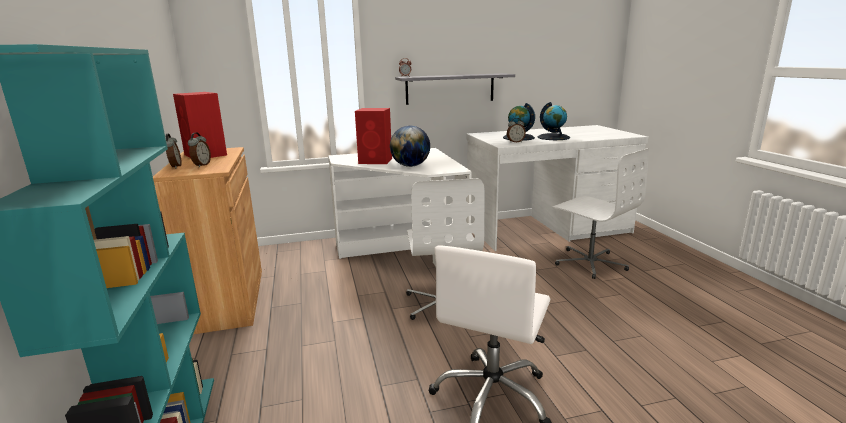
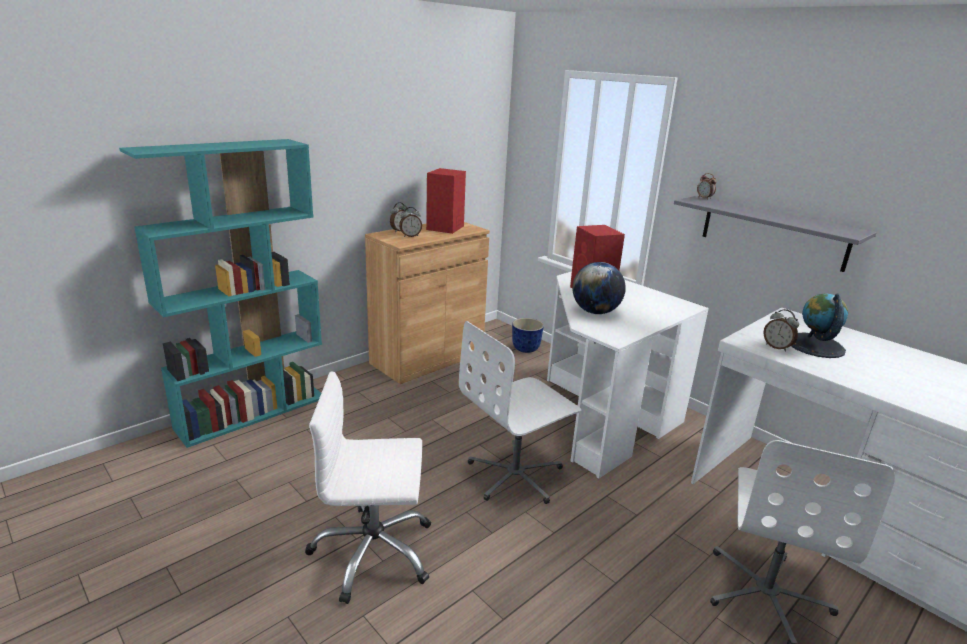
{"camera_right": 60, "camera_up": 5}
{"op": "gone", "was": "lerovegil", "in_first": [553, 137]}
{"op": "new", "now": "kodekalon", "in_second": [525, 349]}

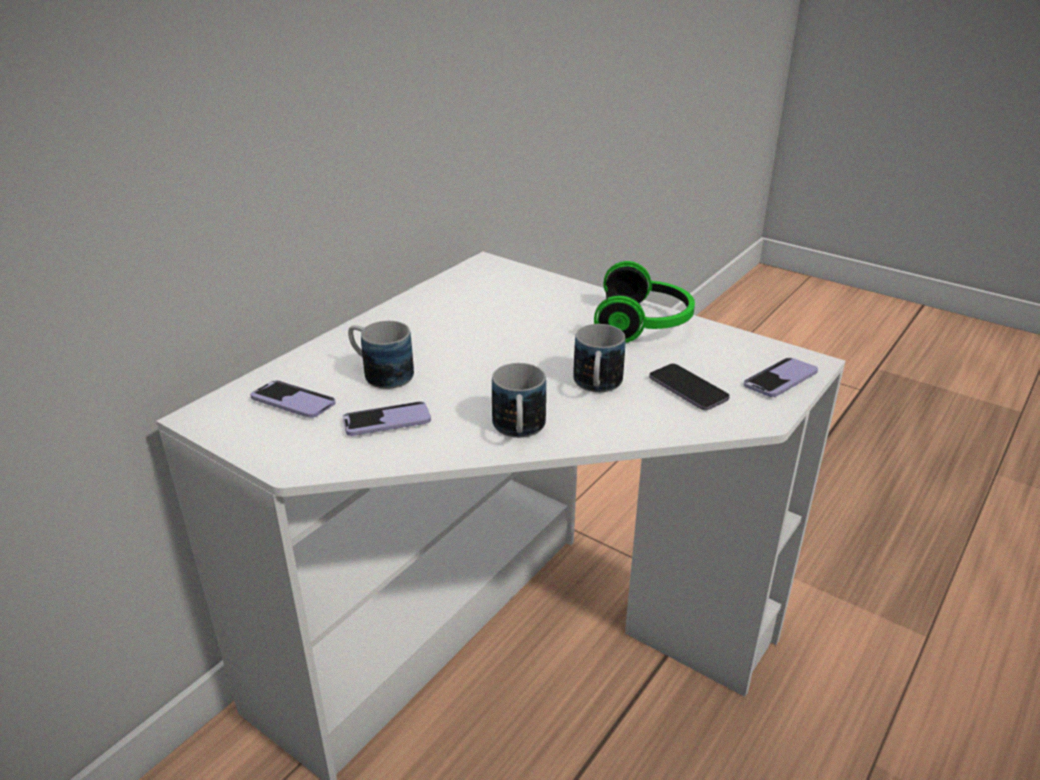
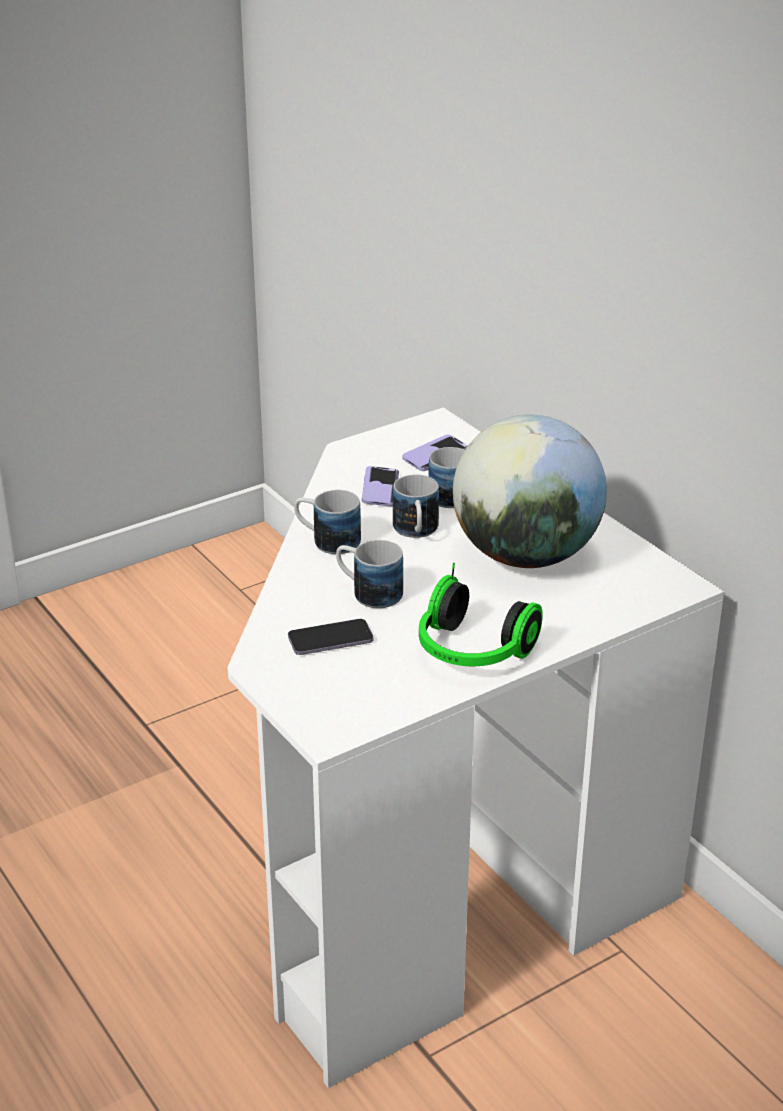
{"camera_right": 110, "camera_up": 0}
{"op": "gone", "was": "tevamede", "in_first": [780, 379]}
{"op": "new", "now": "lerovegil", "in_second": [526, 556]}
{"op": "new", "now": "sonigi", "in_second": [416, 532]}

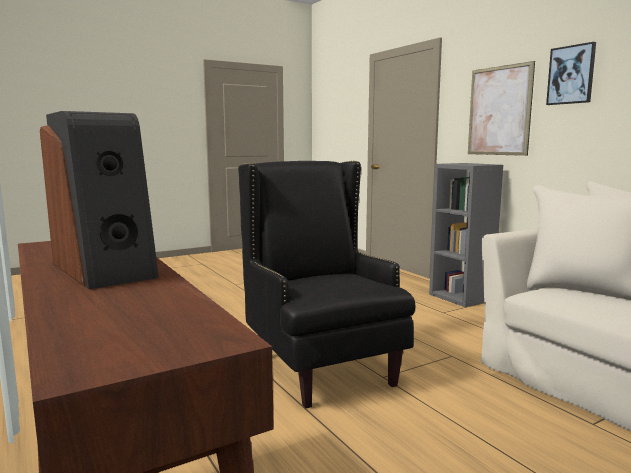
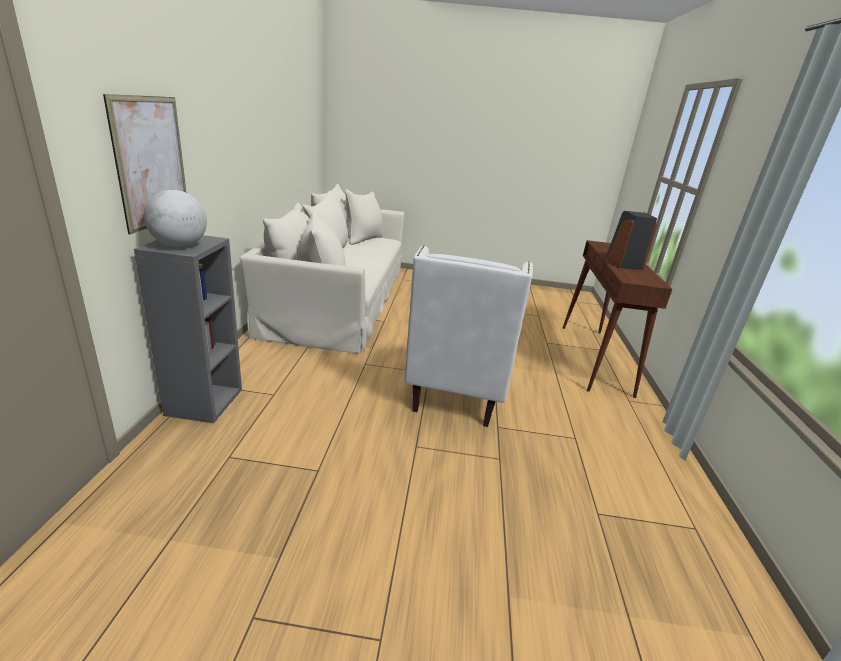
{"camera_right": -145, "camera_up": 15}
{"op": "gone", "was": "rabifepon", "in_first": [571, 75]}
{"op": "repainted", "was": "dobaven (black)", "now": "dobaven (white)", "in_first": [322, 368], "in_second": [456, 394]}
{"op": "new", "now": "lerovegil", "in_second": [180, 246]}

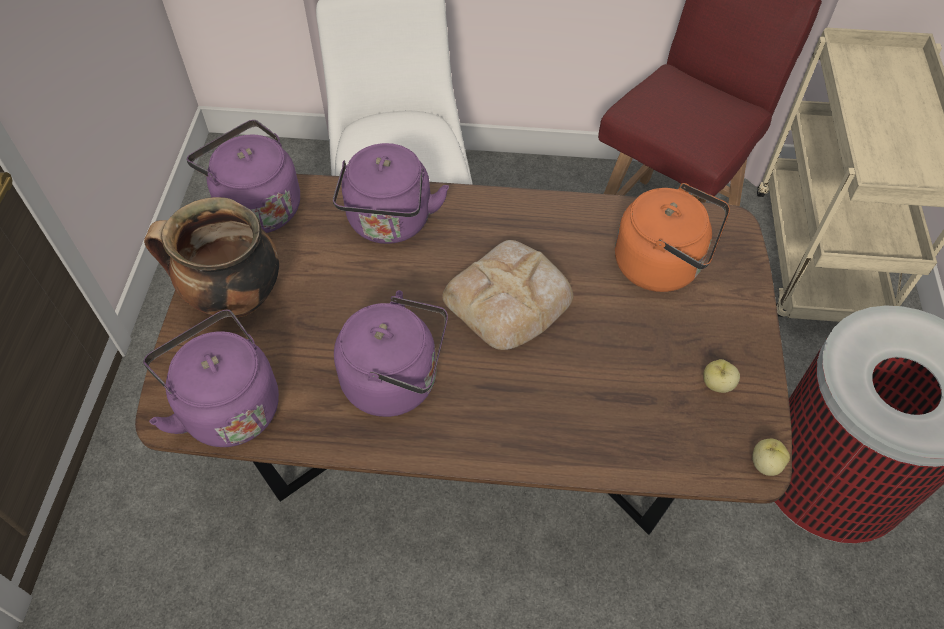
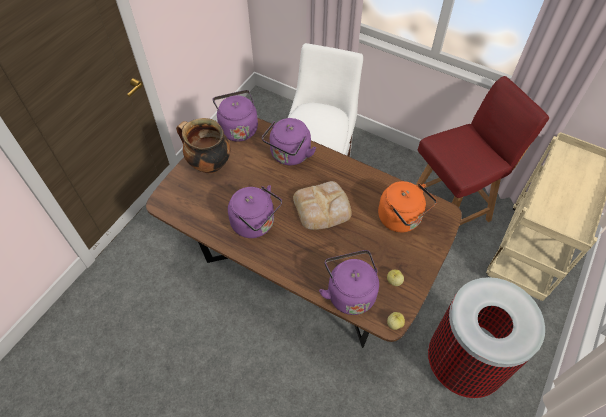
{"camera_right": 25, "camera_up": 0}
{"op": "shifted", "was": "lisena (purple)", "in_first": [227, 405], "in_second": [349, 292]}

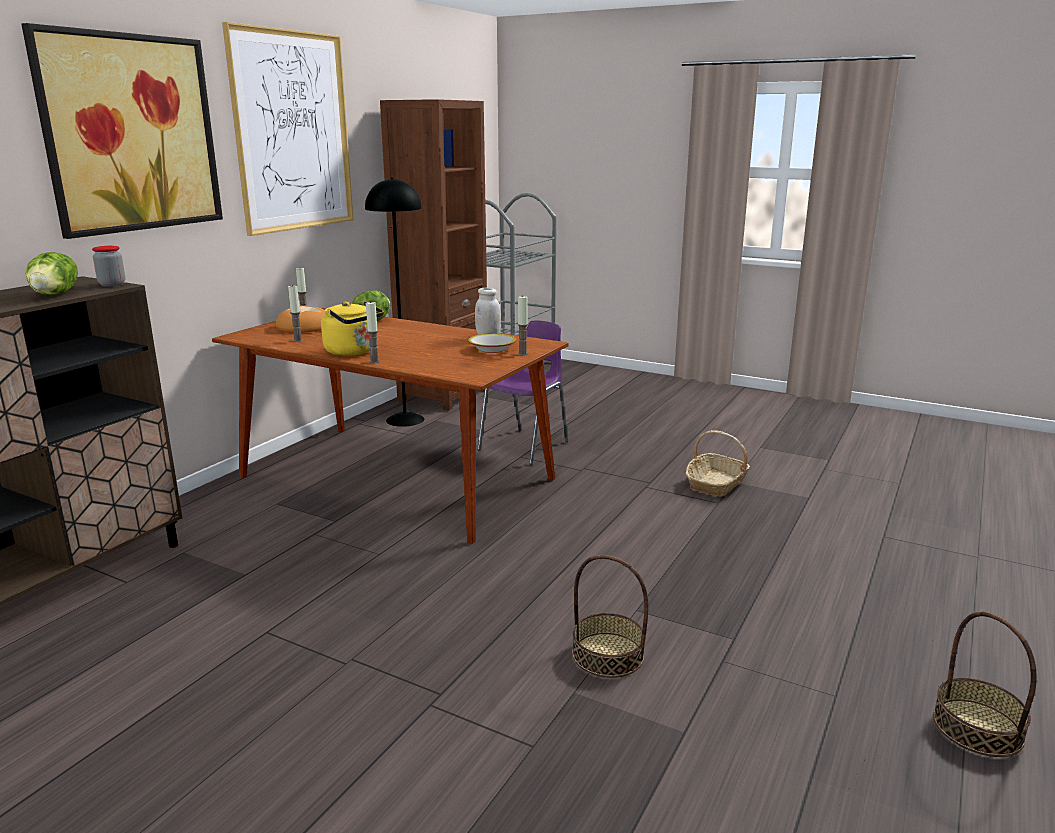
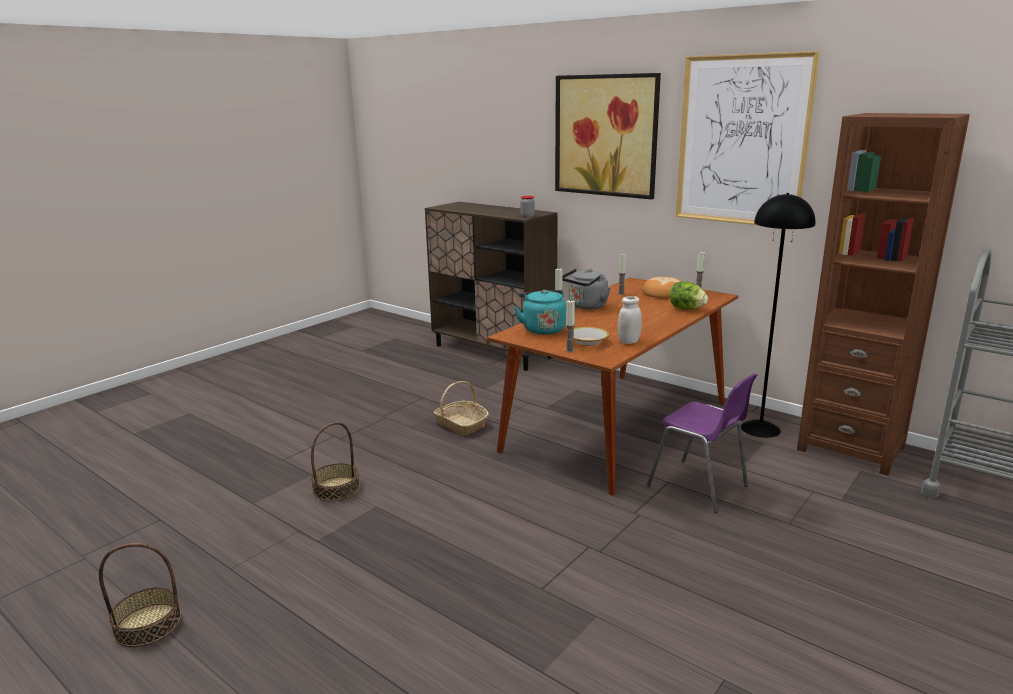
{"camera_right": 100, "camera_up": 0}
{"op": "gone", "was": "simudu", "in_first": [56, 294]}
{"op": "repainted", "was": "lisena (yellow)", "now": "lisena (grey)", "in_first": [353, 352], "in_second": [586, 306]}
{"op": "shifted", "was": "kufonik", "in_first": [716, 484], "in_second": [461, 424]}
{"op": "new", "now": "lisena (turquoise)", "in_second": [542, 329]}

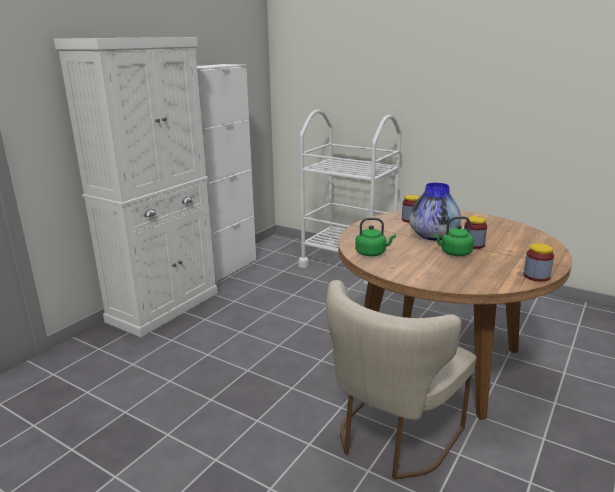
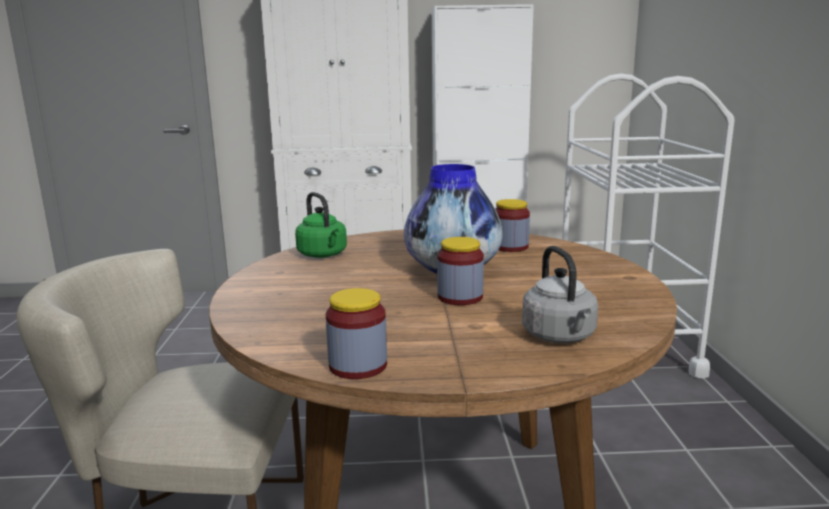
{"camera_right": 55, "camera_up": -5}
{"op": "gone", "was": "lisena (green)", "in_first": [454, 253]}
{"op": "new", "now": "lisena (grey)", "in_second": [560, 337]}

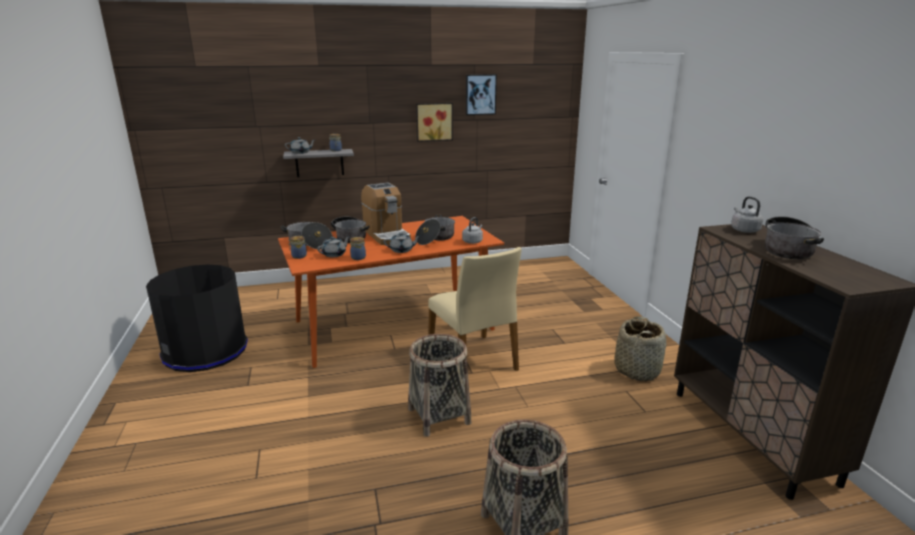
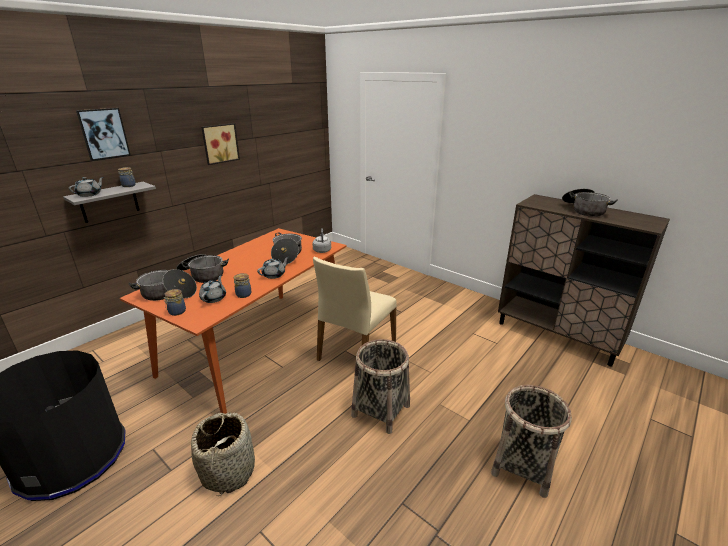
{"camera_right": -35, "camera_up": 5}
{"op": "shifted", "was": "rabifepon", "in_first": [480, 94], "in_second": [104, 133]}
{"op": "gone", "was": "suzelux", "in_first": [387, 235]}
{"op": "gone", "was": "lisena (grey)", "in_first": [743, 230]}
{"op": "rotated", "was": "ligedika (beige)", "in_first": [474, 360], "in_second": [355, 350], "clockwise": 90}
{"op": "shifted", "was": "kufonik", "in_first": [637, 370], "in_second": [228, 470]}

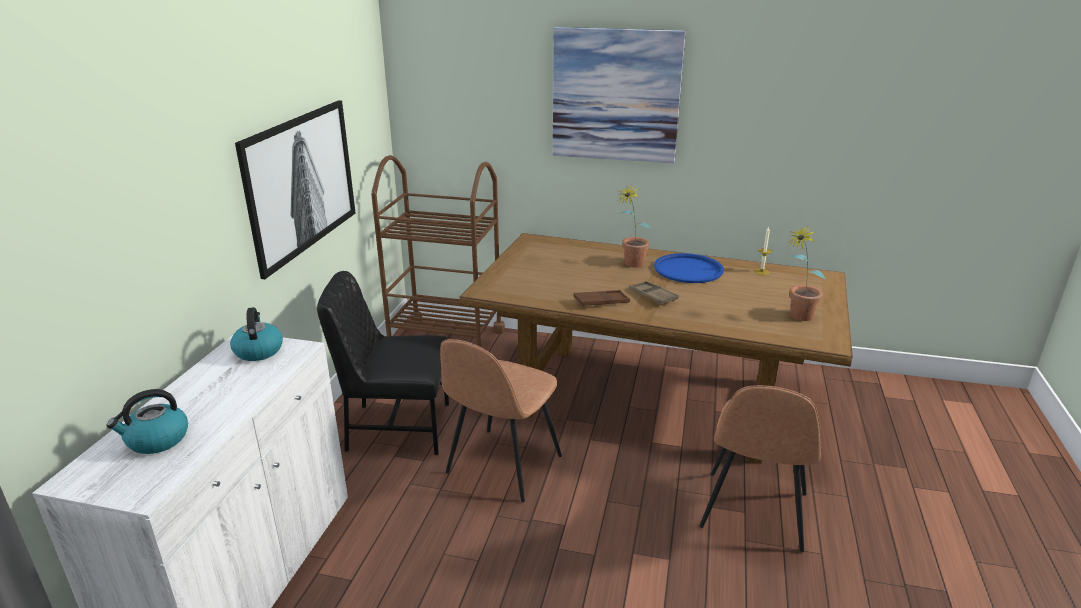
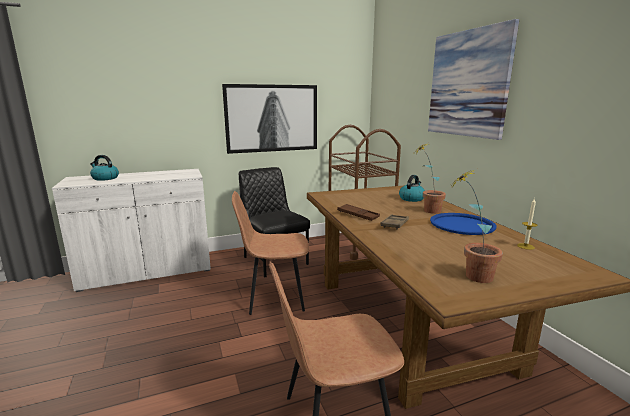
{"camera_right": 55, "camera_up": -10}
{"op": "shifted", "was": "lisena", "in_first": [258, 350], "in_second": [411, 198]}

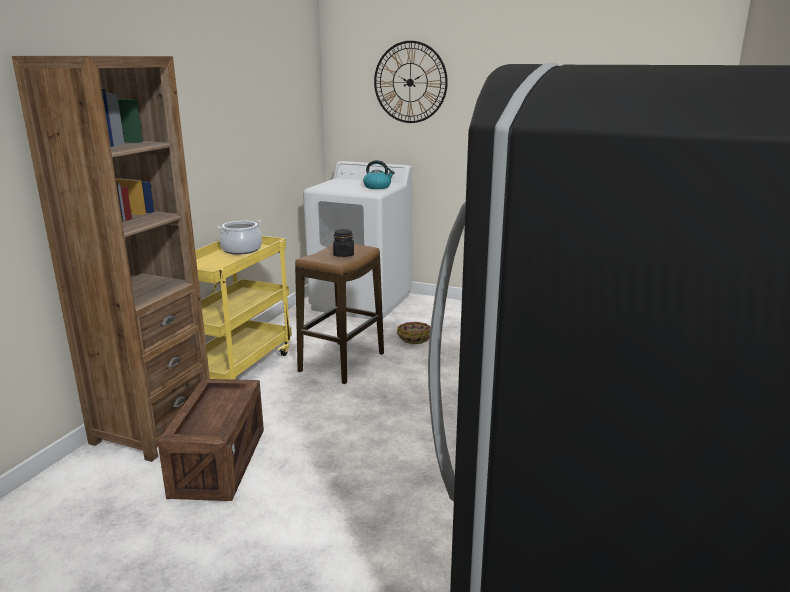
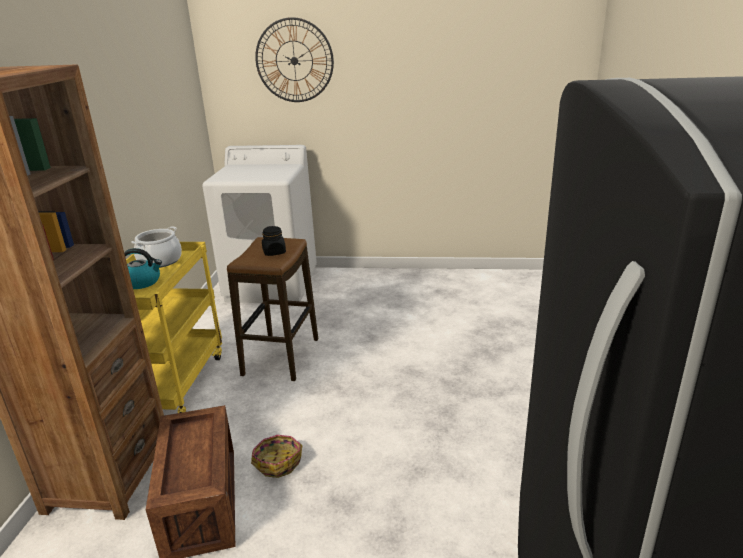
{"camera_right": -15, "camera_up": 5}
{"op": "shifted", "was": "lisena", "in_first": [378, 187], "in_second": [142, 282]}
{"op": "shifted", "was": "kufonik", "in_first": [414, 337], "in_second": [278, 462]}

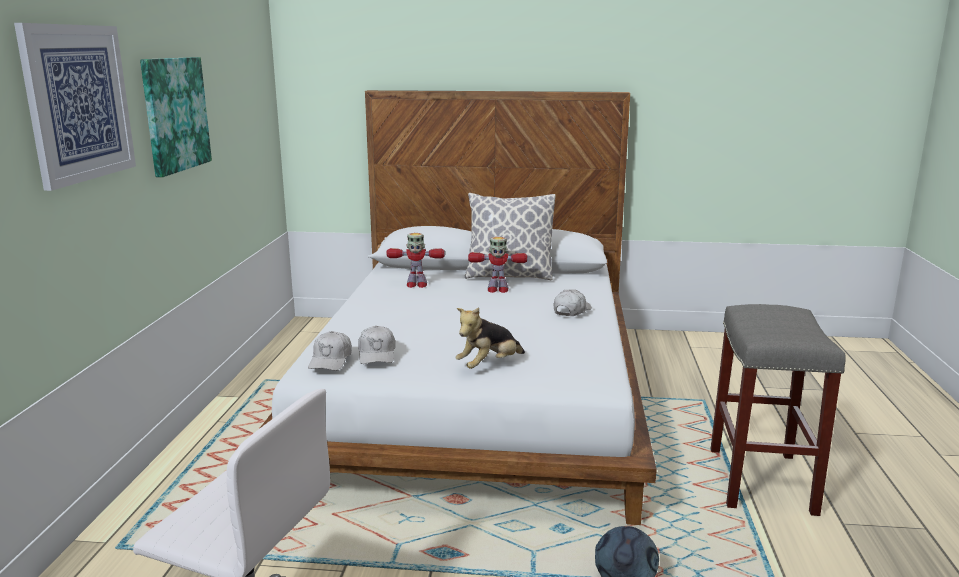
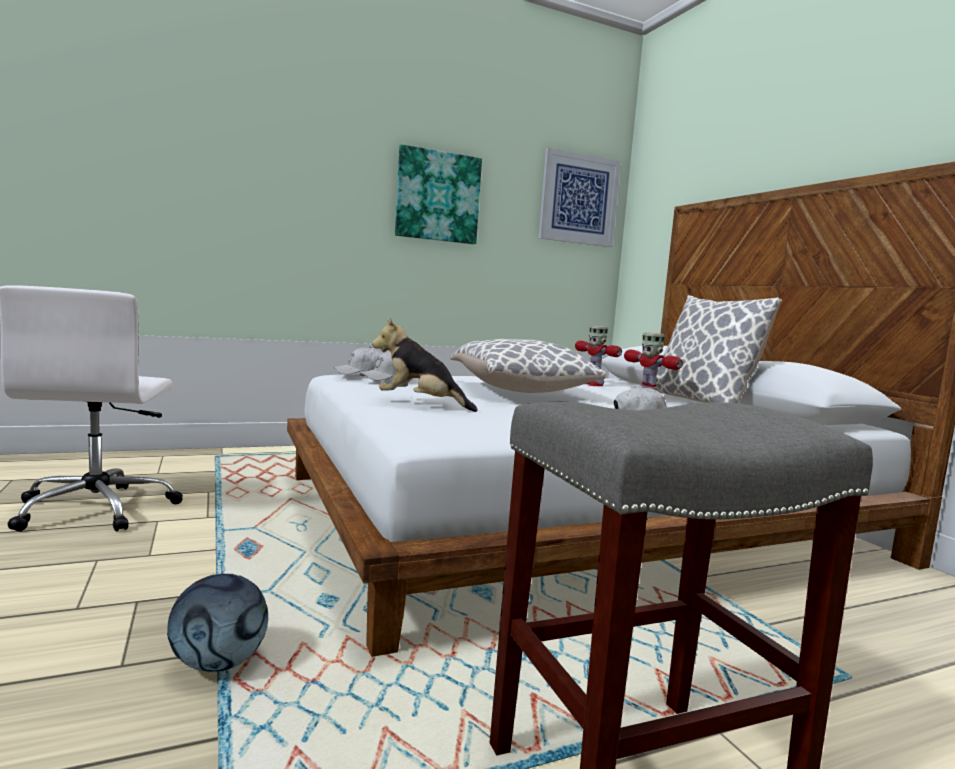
{"camera_right": 60, "camera_up": -10}
{"op": "shifted", "was": "rabifepon", "in_first": [78, 103], "in_second": [579, 199]}
{"op": "new", "now": "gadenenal", "in_second": [521, 390]}

